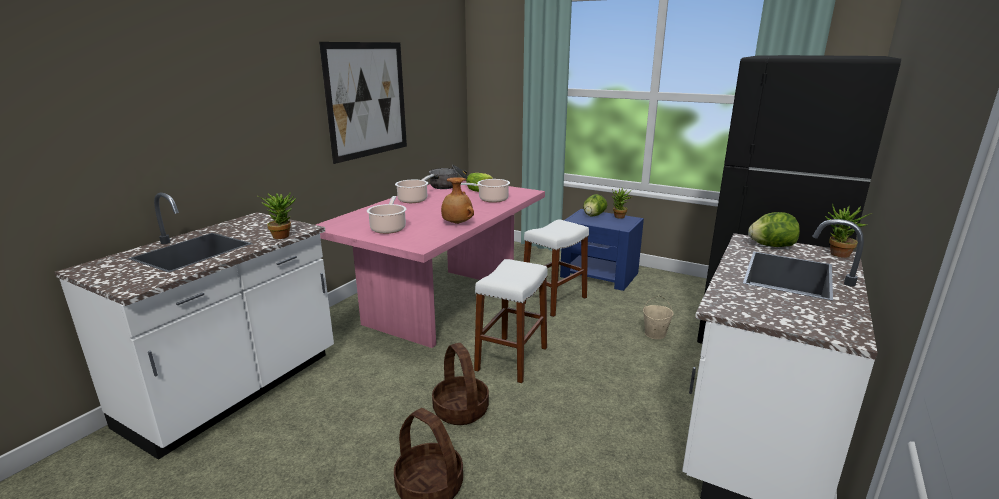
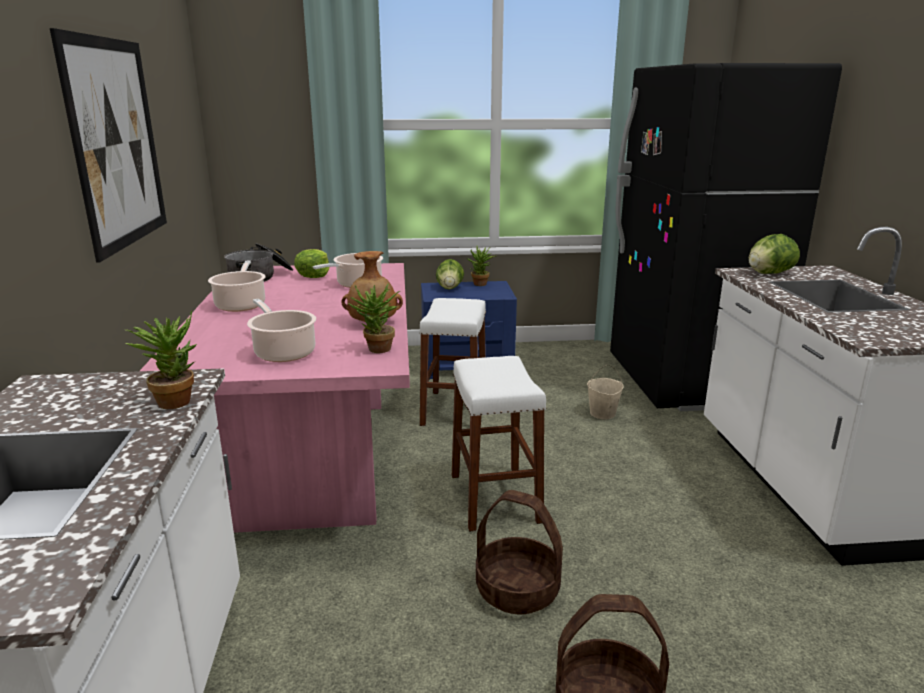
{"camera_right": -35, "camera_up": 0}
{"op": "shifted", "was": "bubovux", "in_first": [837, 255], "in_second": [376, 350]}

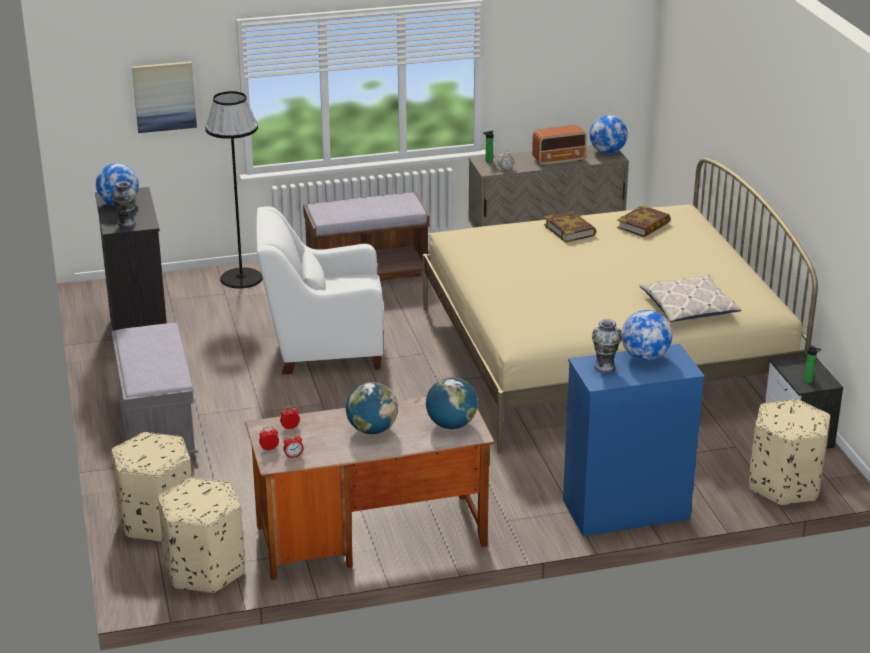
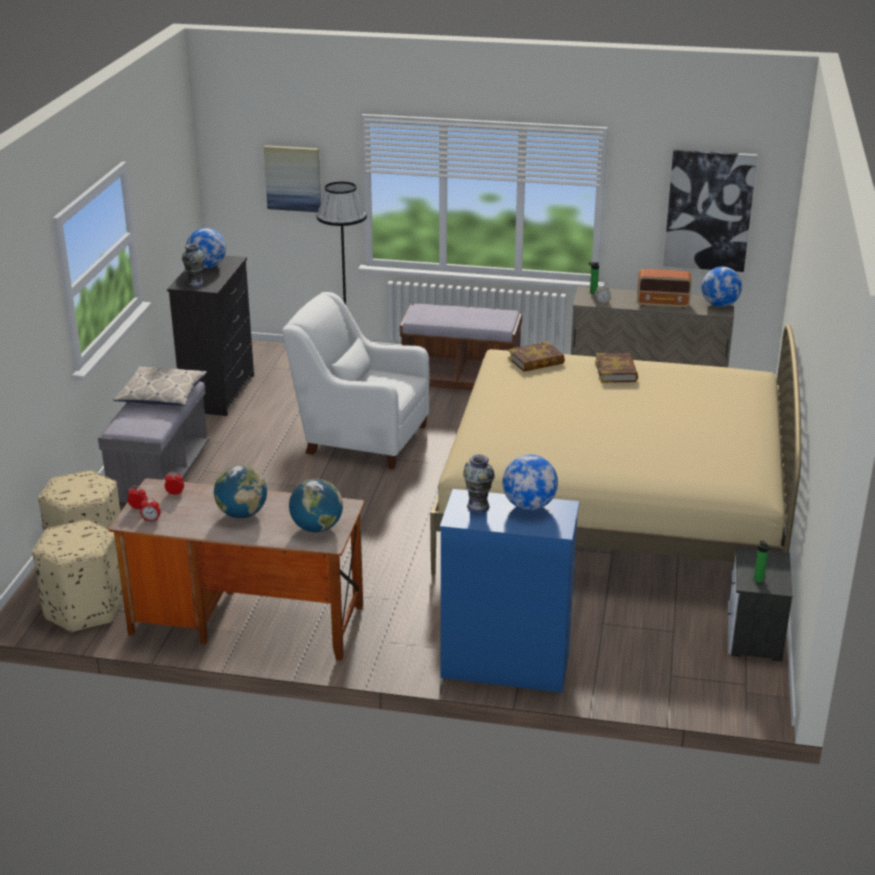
{"camera_right": 25, "camera_up": 0}
{"op": "shifted", "was": "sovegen", "in_first": [643, 225], "in_second": [536, 361]}
{"op": "shifted", "was": "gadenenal", "in_first": [689, 307], "in_second": [162, 394]}
{"op": "gone", "was": "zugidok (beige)", "in_first": [785, 485]}
{"op": "new", "now": "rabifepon", "in_second": [709, 210]}

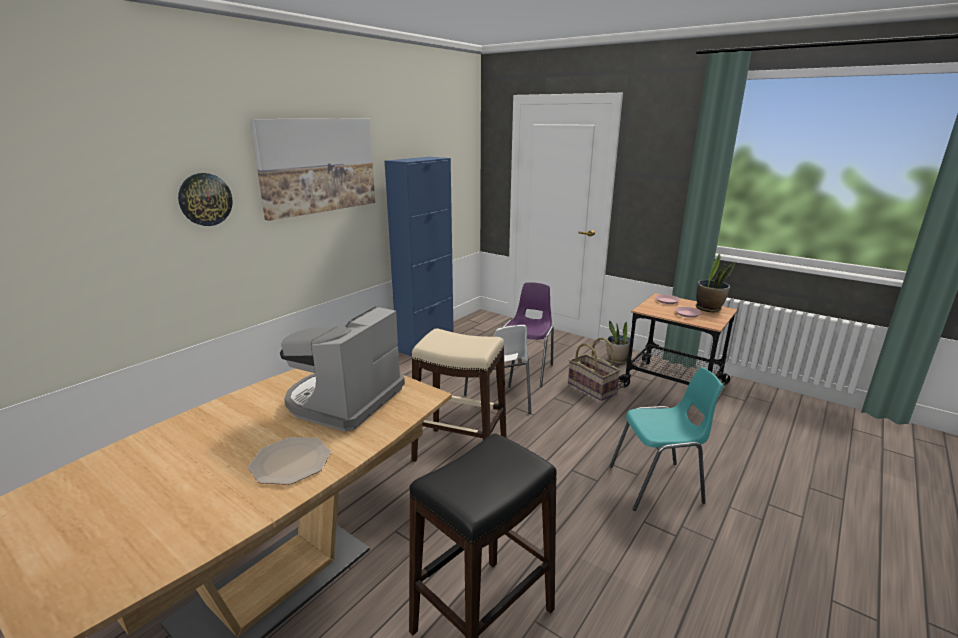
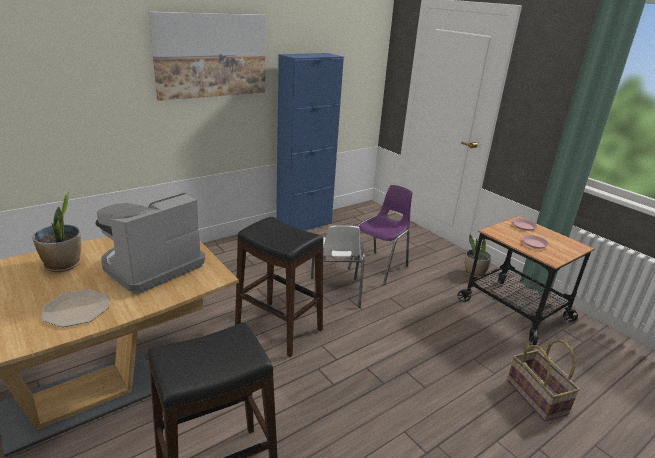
{"camera_right": 15, "camera_up": 5}
{"op": "gone", "was": "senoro", "in_first": [205, 199]}
{"op": "shifted", "was": "bubovux", "in_first": [709, 308], "in_second": [63, 265]}
{"op": "repainted", "was": "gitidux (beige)", "now": "gitidux (black)", "in_first": [460, 452], "in_second": [279, 328]}
{"op": "shifted", "was": "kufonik", "in_first": [592, 388], "in_second": [537, 397]}
{"op": "gone", "was": "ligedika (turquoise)", "in_first": [658, 485]}

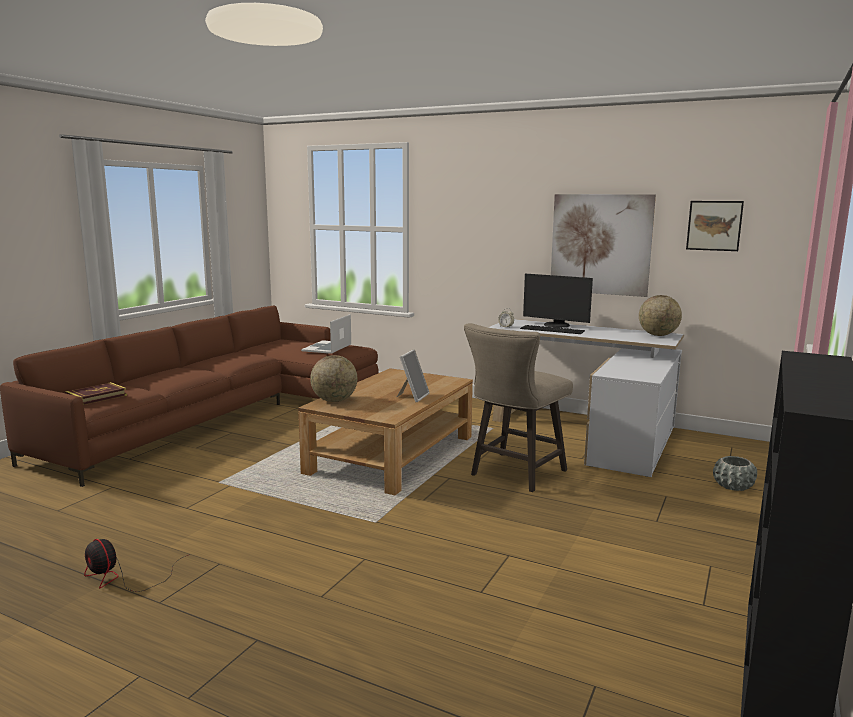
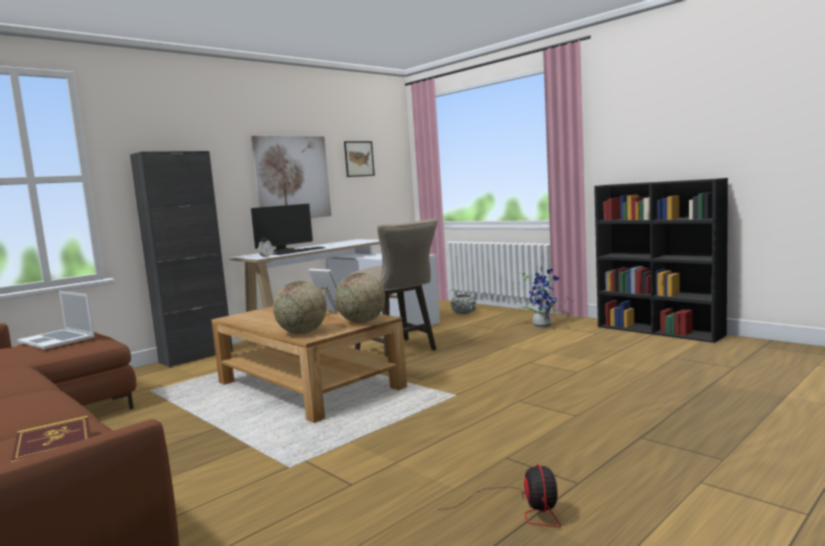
{"camera_right": -70, "camera_up": -5}
{"op": "shifted", "was": "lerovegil", "in_first": [658, 335], "in_second": [362, 322]}
{"op": "rotated", "was": "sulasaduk", "in_first": [122, 578], "in_second": [521, 509], "clockwise": -60}
{"op": "new", "now": "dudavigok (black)", "in_second": [196, 356]}
{"op": "new", "now": "bubovux", "in_second": [543, 326]}

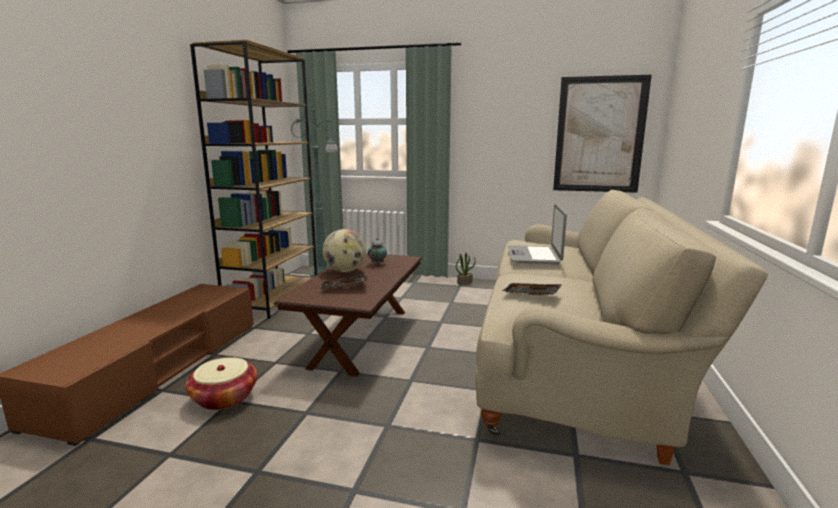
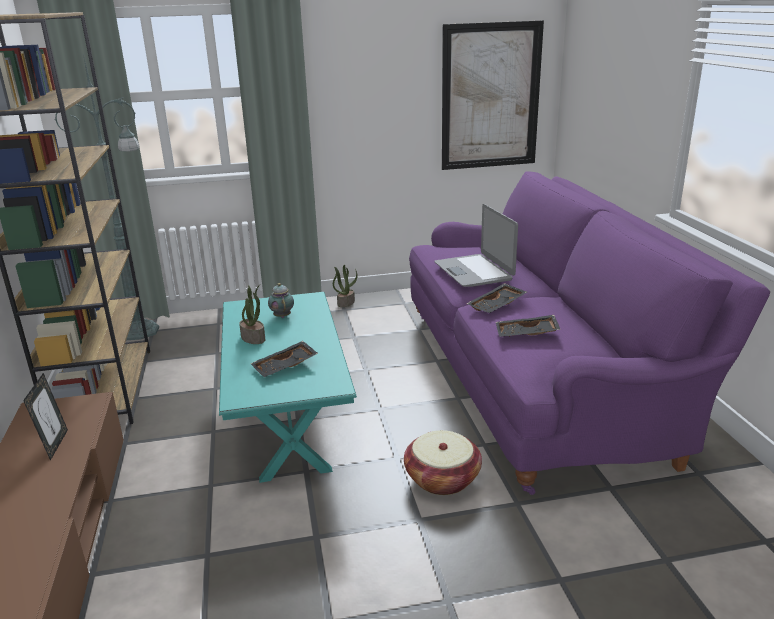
{"camera_right": -25, "camera_up": 10}
{"op": "repainted", "was": "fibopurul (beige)", "now": "fibopurul (purple)", "in_first": [575, 357], "in_second": [537, 378]}
{"op": "swapped", "was": "lerovegil", "now": "bubovux", "in_first": [345, 271], "in_second": [254, 338]}
{"op": "repainted", "was": "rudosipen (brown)", "now": "rudosipen (turquoise)", "in_first": [362, 337], "in_second": [288, 417]}
{"op": "shifted", "was": "kufonik", "in_first": [224, 398], "in_second": [442, 478]}
{"op": "new", "now": "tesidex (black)", "in_second": [497, 305]}
{"op": "new", "now": "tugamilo", "in_second": [55, 445]}

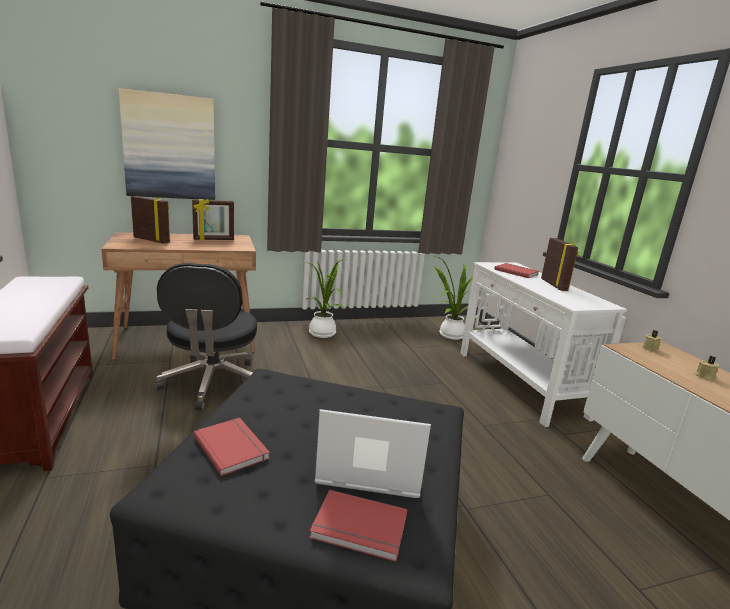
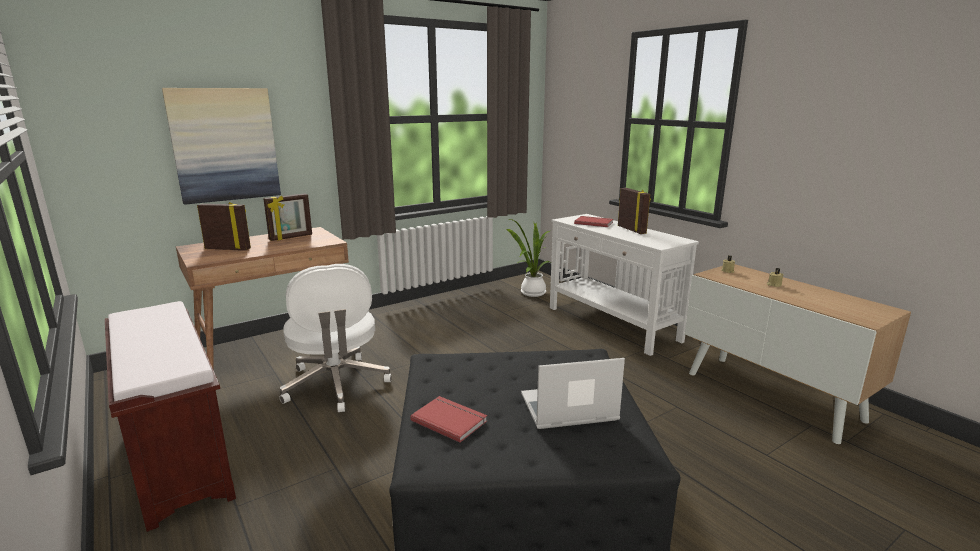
{"camera_right": -15, "camera_up": 0}
{"op": "gone", "was": "bubovux", "in_first": [323, 334]}
{"op": "repainted", "was": "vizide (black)", "now": "vizide (white)", "in_first": [212, 383], "in_second": [336, 385]}
{"op": "gone", "was": "sovegen (red)", "in_first": [359, 529]}

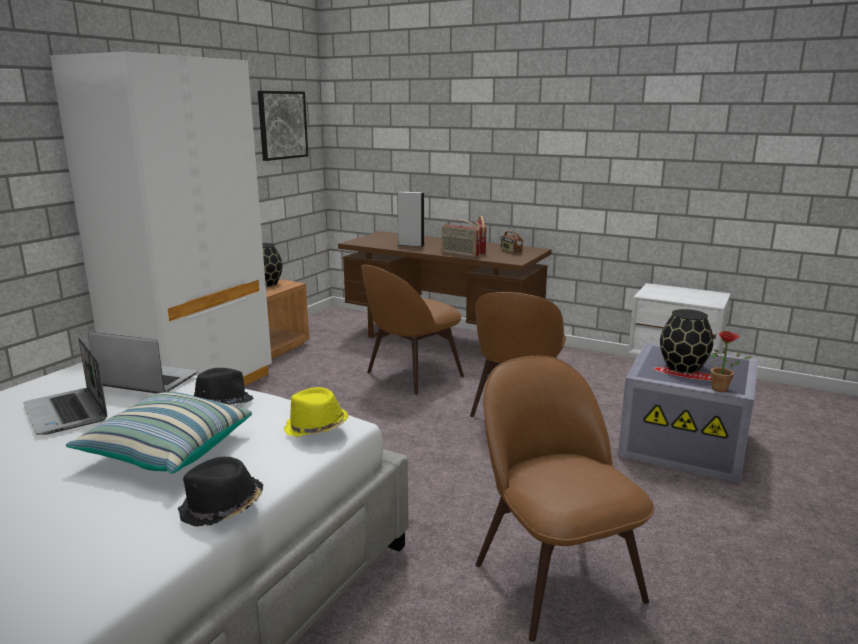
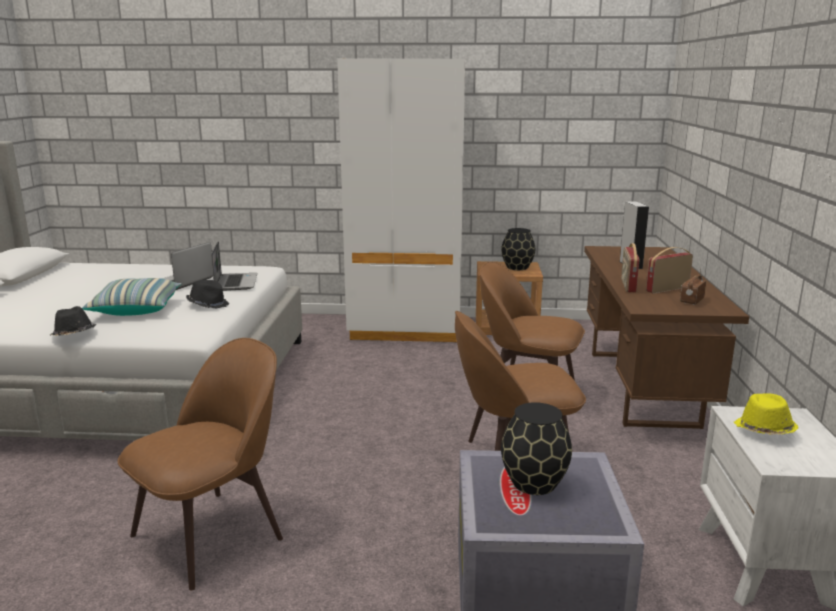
{"camera_right": 65, "camera_up": 0}
{"op": "gone", "was": "rabifepon", "in_first": [282, 125]}
{"op": "gone", "was": "bubovux", "in_first": [723, 389]}
{"op": "shifted", "was": "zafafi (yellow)", "in_first": [315, 428], "in_second": [764, 430]}

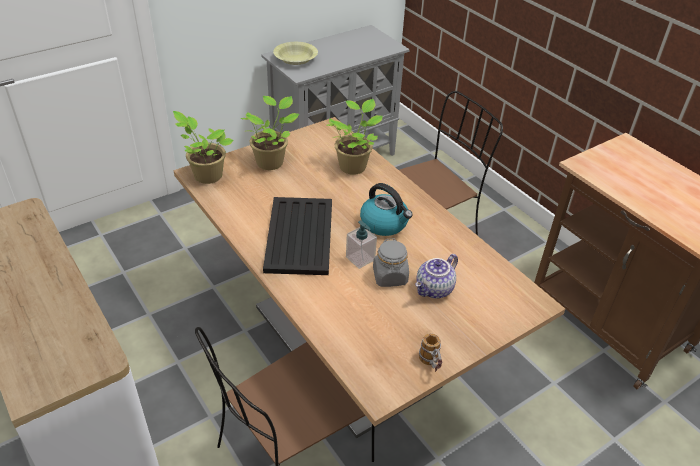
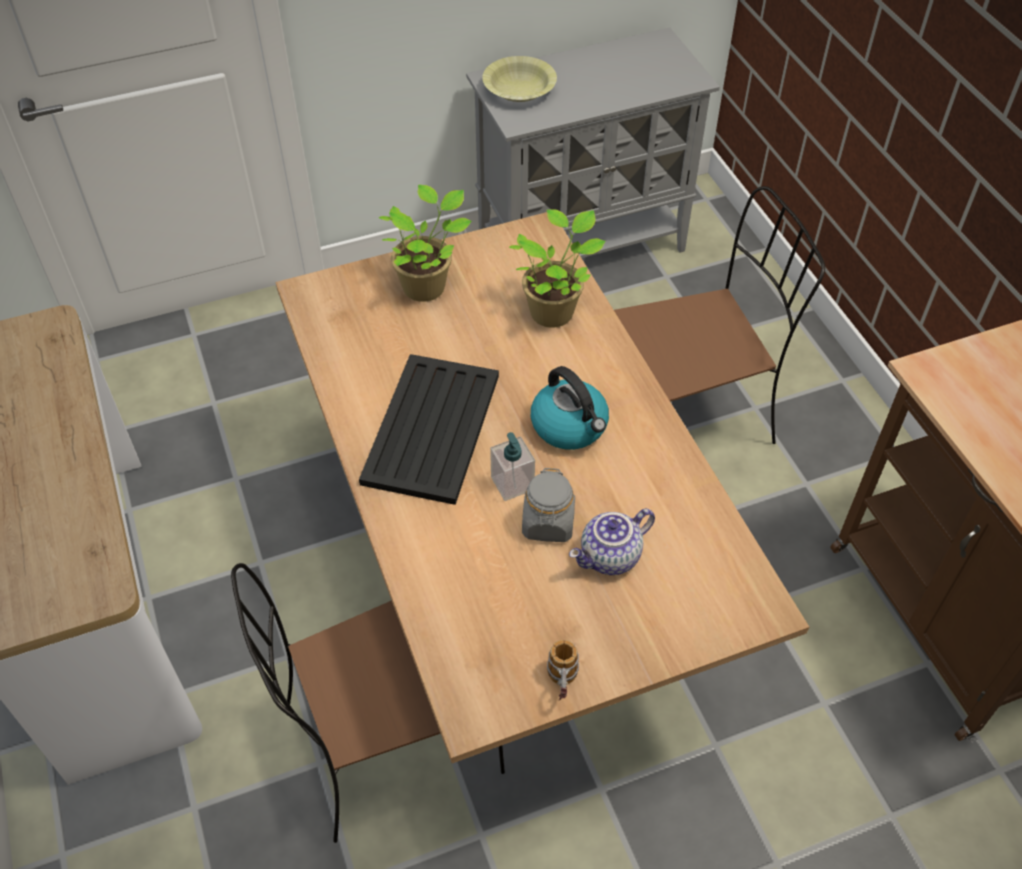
{"camera_right": 15, "camera_up": 10}
{"op": "gone", "was": "bubovux", "in_first": [206, 175]}

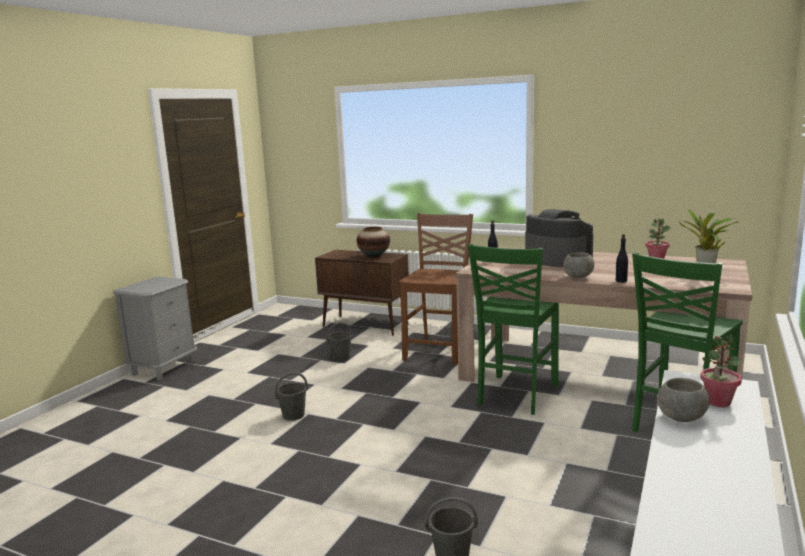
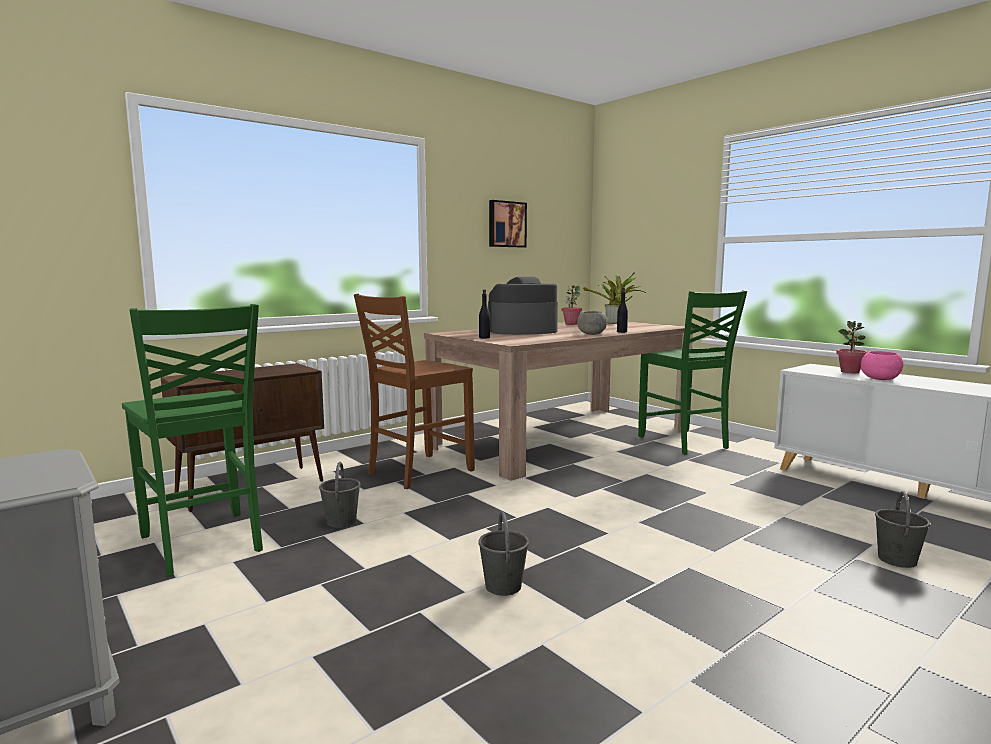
{"camera_right": -65, "camera_up": -5}
{"op": "rotated", "was": "ligedika (brown)", "in_first": [439, 351], "in_second": [418, 472], "clockwise": -90}
{"op": "gone", "was": "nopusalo", "in_first": [374, 256]}
{"op": "shifted", "was": "ligedika (green)", "in_first": [515, 395], "in_second": [203, 544]}
{"op": "repainted", "was": "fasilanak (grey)", "now": "fasilanak (pink)", "in_first": [682, 418], "in_second": [880, 379]}
{"op": "new", "now": "rabifepon", "in_second": [506, 224]}

